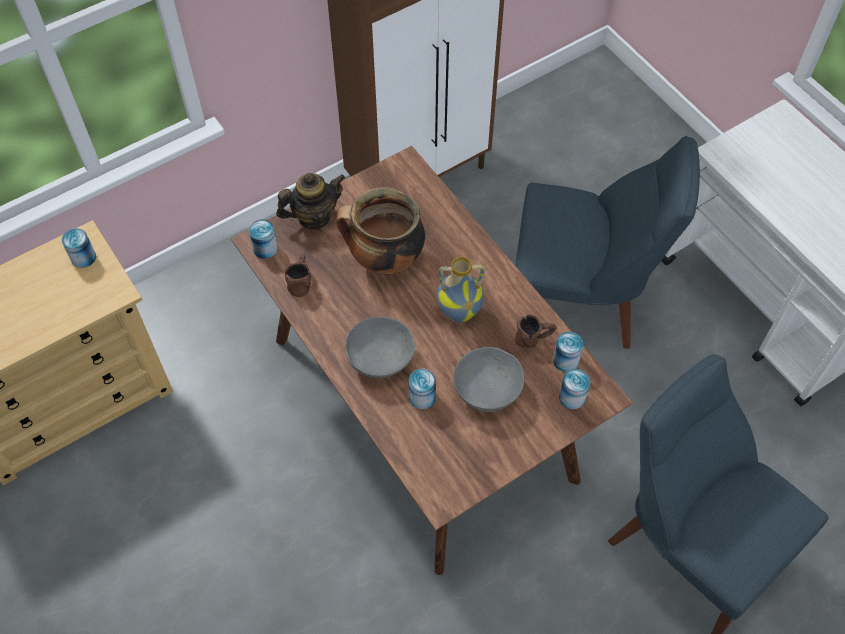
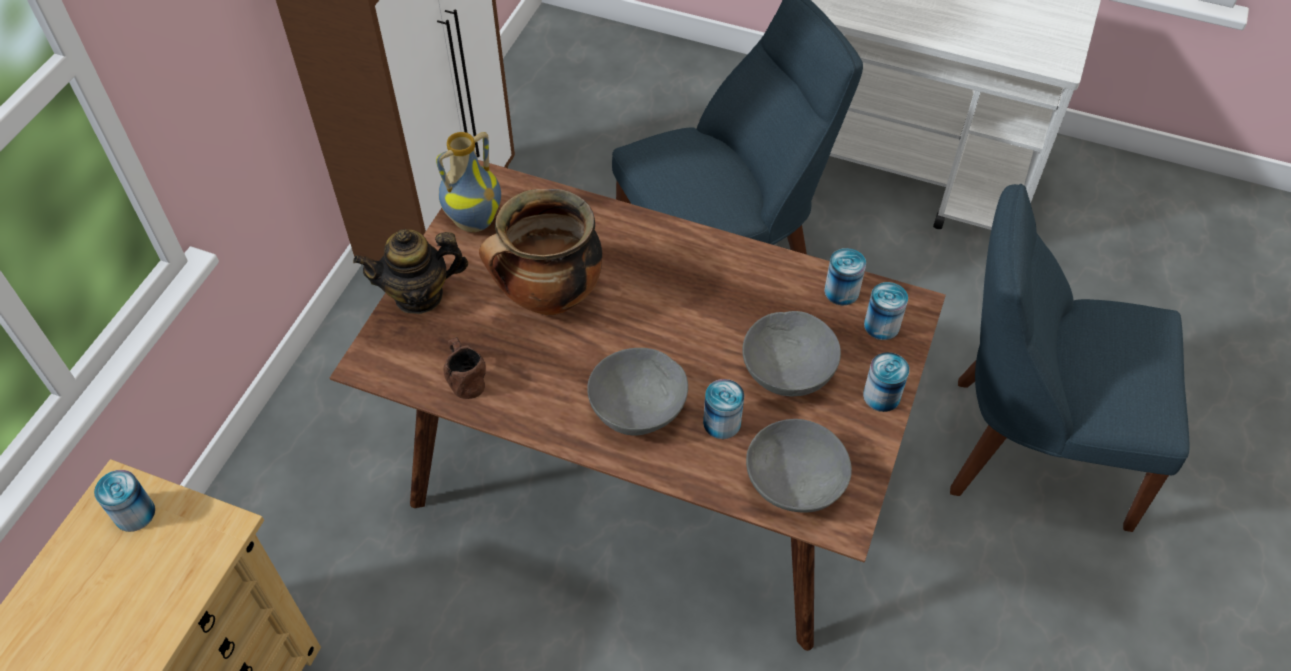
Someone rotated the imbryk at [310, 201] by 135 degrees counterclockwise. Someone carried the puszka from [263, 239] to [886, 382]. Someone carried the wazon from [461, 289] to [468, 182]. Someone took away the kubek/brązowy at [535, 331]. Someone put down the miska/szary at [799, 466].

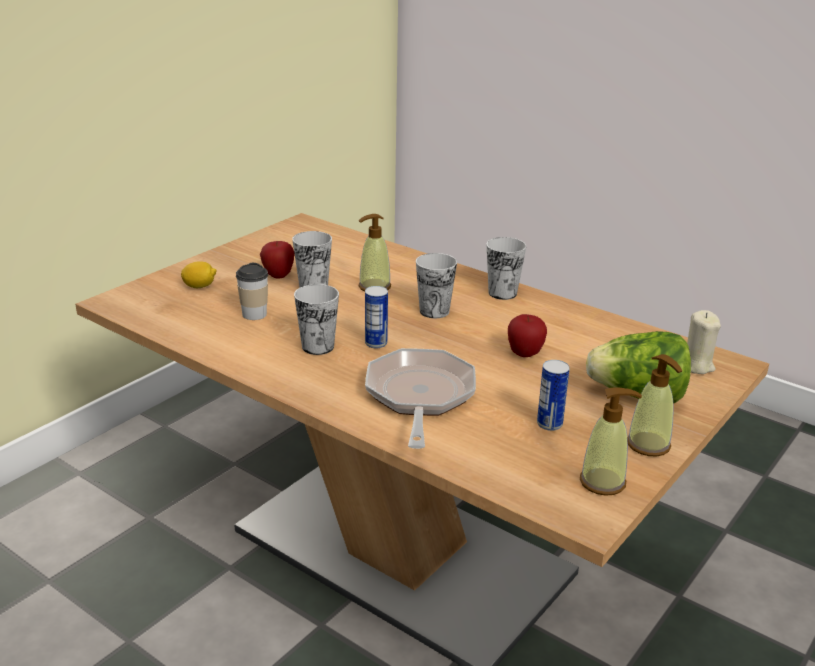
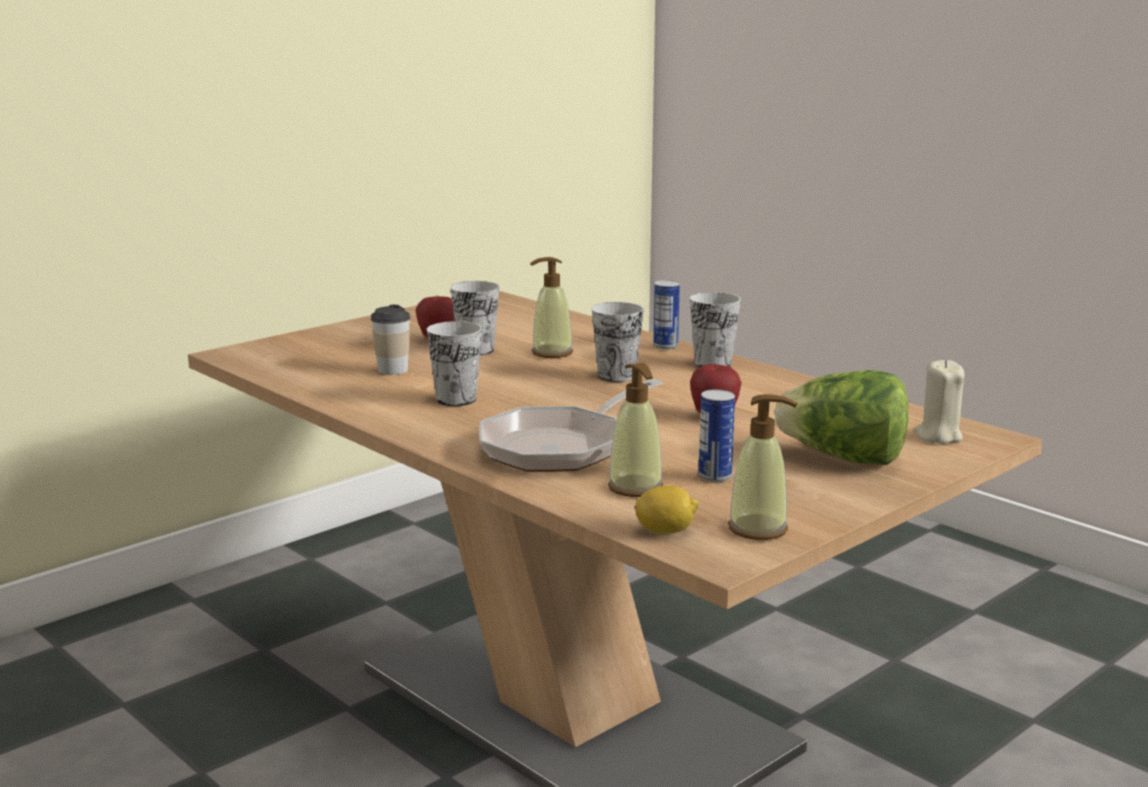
Someone carried the cytryna from [198, 274] to [666, 510]. Someone carried the puszka from [376, 317] to [666, 315]. Someone rotated the patelnia at [420, 398] by 150 degrees counterclockwise. Someone carried the dozownik mydła from [654, 405] to [635, 430].

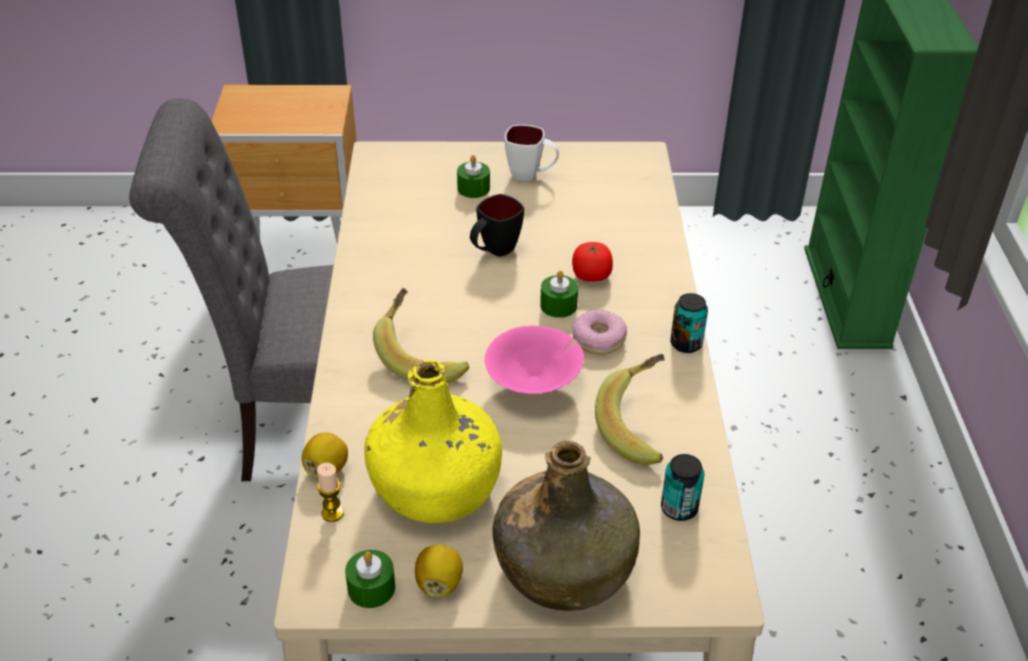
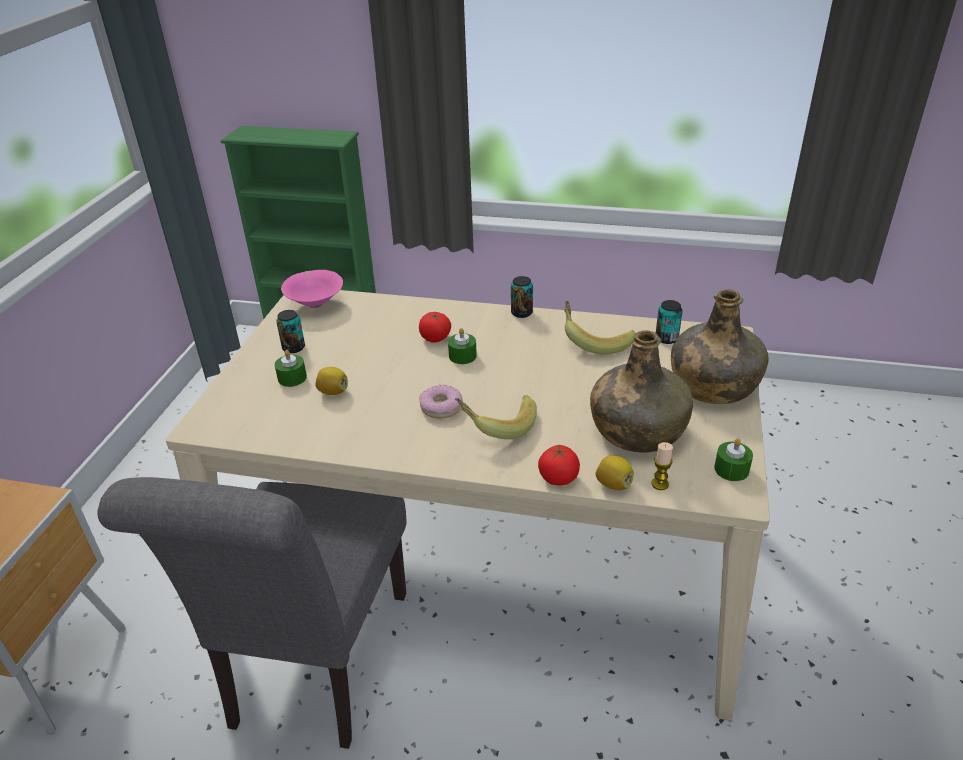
Someone swapped the kubek/biały at [532, 153] for the puszka at [290, 331]. Someone took away the kubek/czarny at [497, 225]. Someone carried the donut from [600, 332] to [441, 402]. Someone carried the miska/różowy from [534, 359] to [312, 289]. Someone repainted the butelka/żółty at [433, 441], which became the butelka/zielony at [641, 391]. Someone carried the cytryna from [439, 570] to [331, 381]. Someone put down the pomidor at [559, 465].

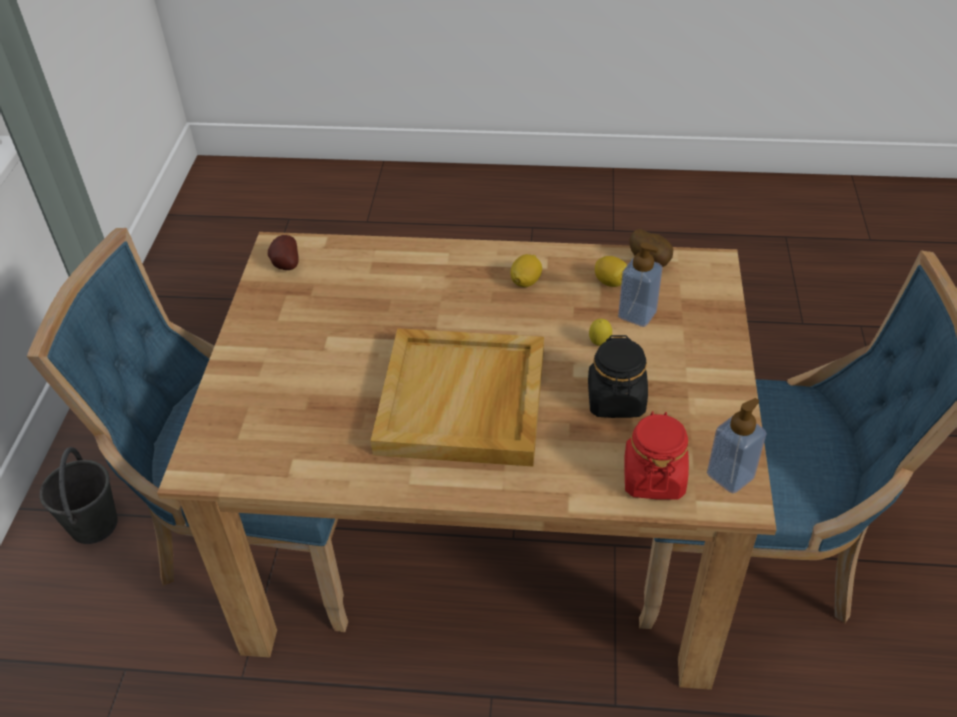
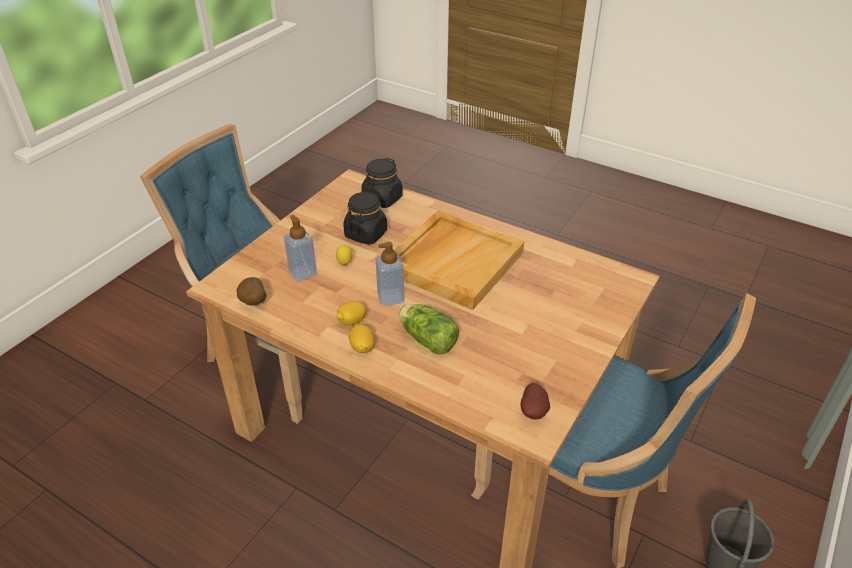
Someone carried the cytryna from [611, 271] to [362, 338]. Someone carried the dozownik mydła from [737, 446] to [390, 274]. Someone repainted the słoik/czerwony at [656, 455], which became the słoik/czarny at [382, 183]. Someone put down the sałata at [429, 329].

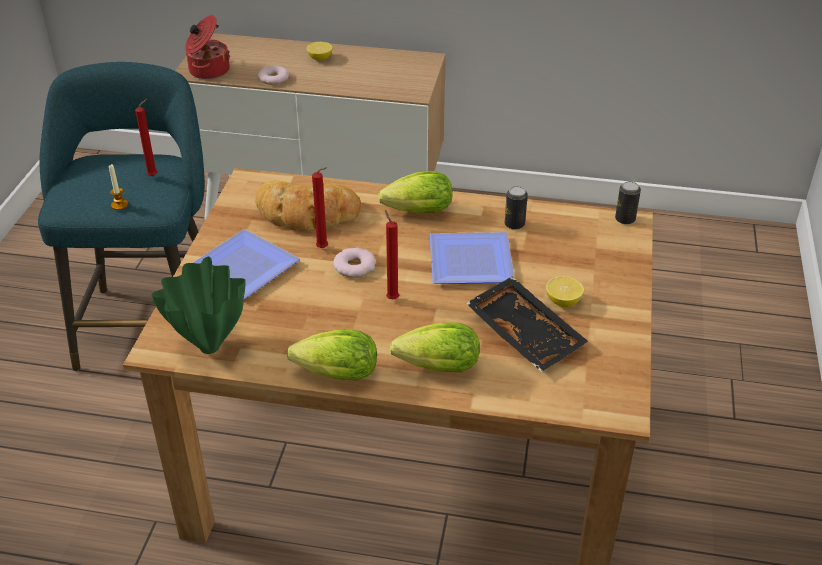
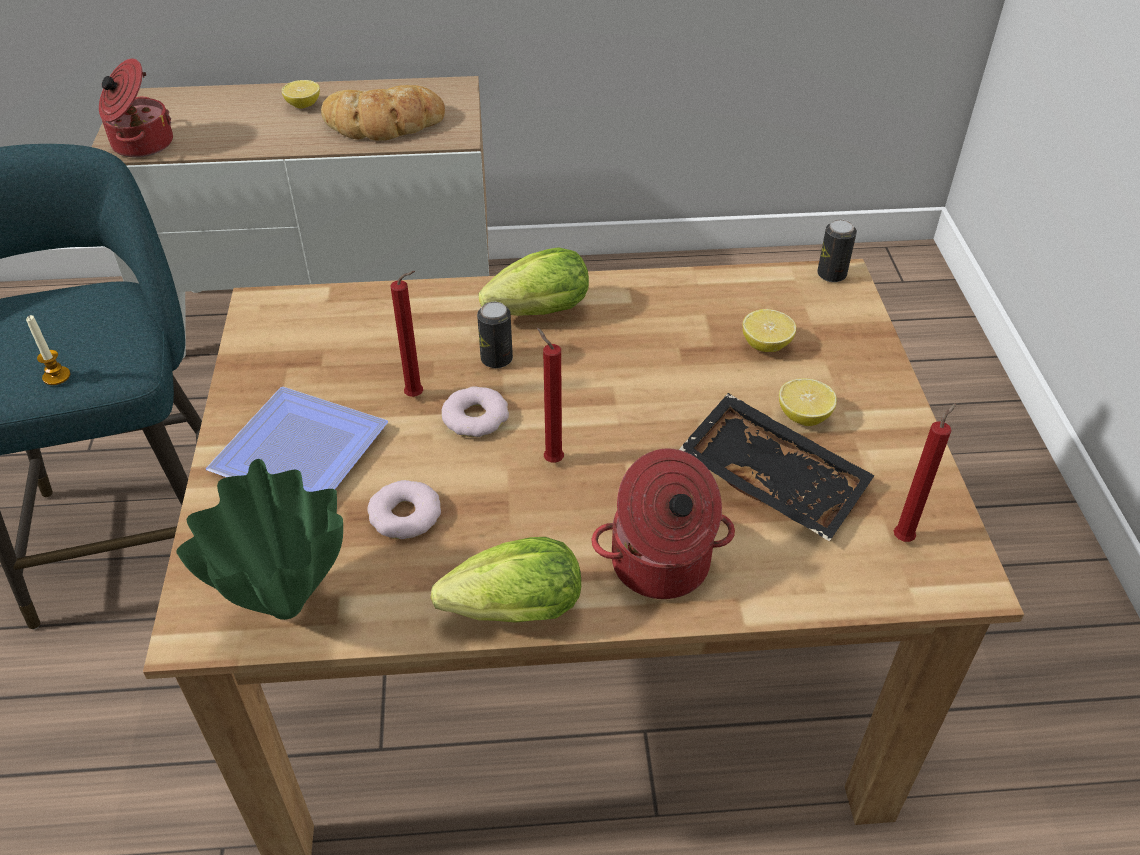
Someone carried the donut from [273, 75] to [404, 509]. Someone carried the świeca/czerwony from [146, 137] to [925, 472]. Someone carried the chleb from [308, 205] to [383, 113]. Someone carried the puszka from [516, 208] to [495, 335]. Someone took away the talerz at [472, 258]. Someone swapped the sałata at [435, 347] for the garnek at [663, 523]. Someone put down the cytryna at [769, 330].

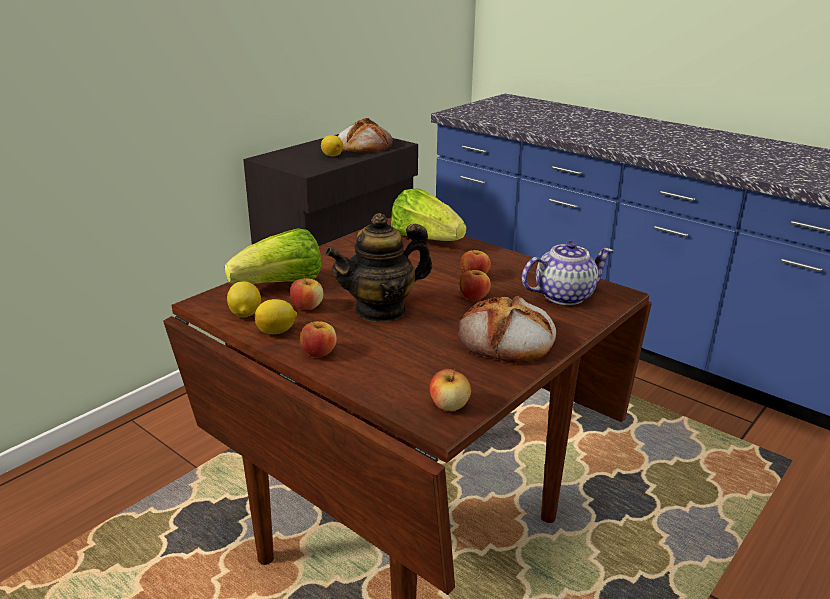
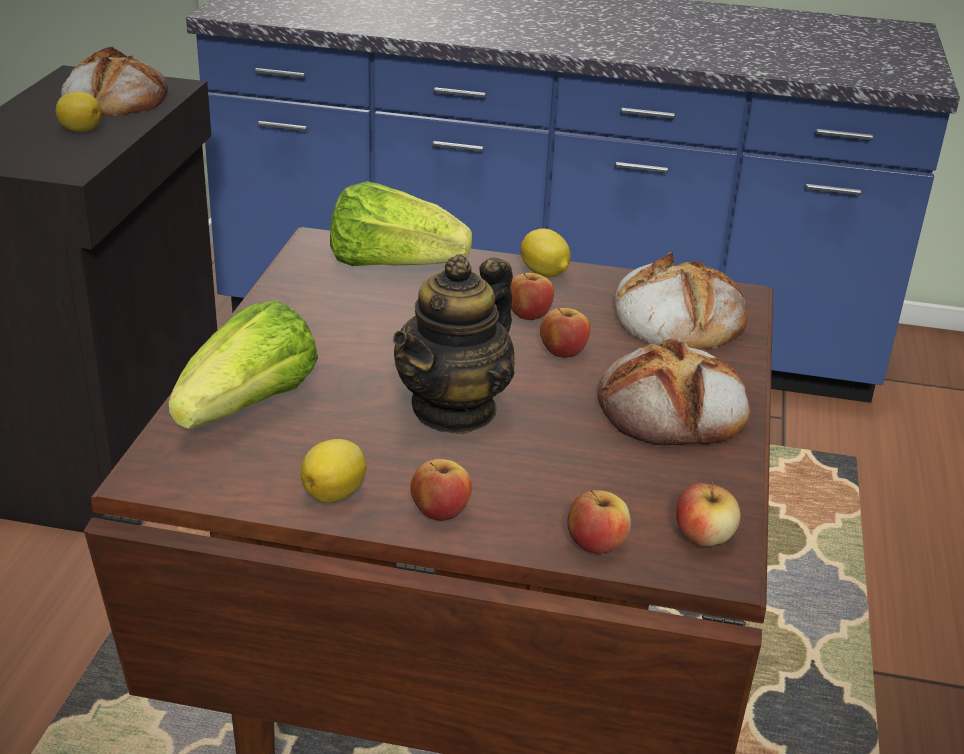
Someone swapped the imbryk at [567, 273] for the chleb at [681, 301]. Someone carried the jabłko from [307, 293] to [599, 522]. Someone carried the cytryna from [244, 299] to [545, 253].

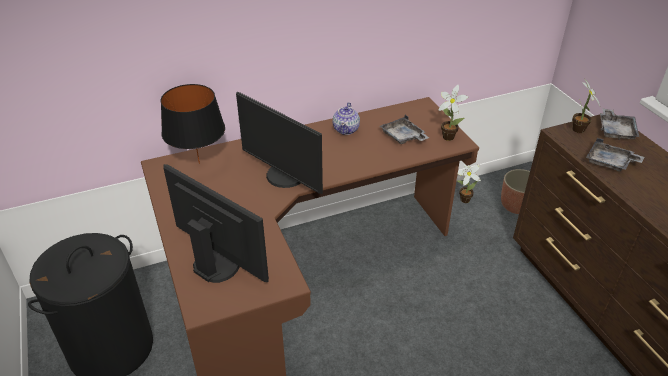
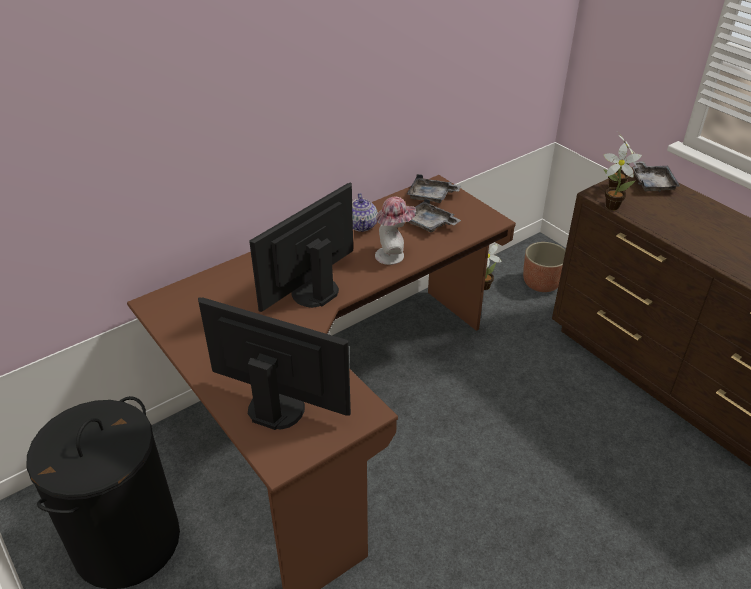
Someone took away the lampa stołowa/czarny at [193, 124]. Someone carried the roślina doniczkowa from [454, 113] to [622, 176]. Someone rotated the monitor at [279, 143] by 105 degrees clockwise. Someone carried the taca/szary from [615, 155] to [434, 188]. Someone put down the kapelusz at [395, 231].

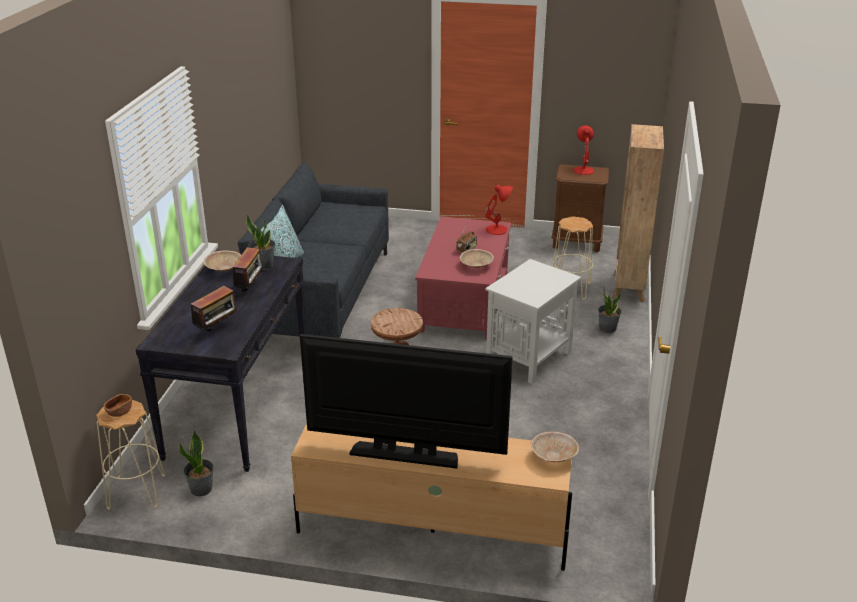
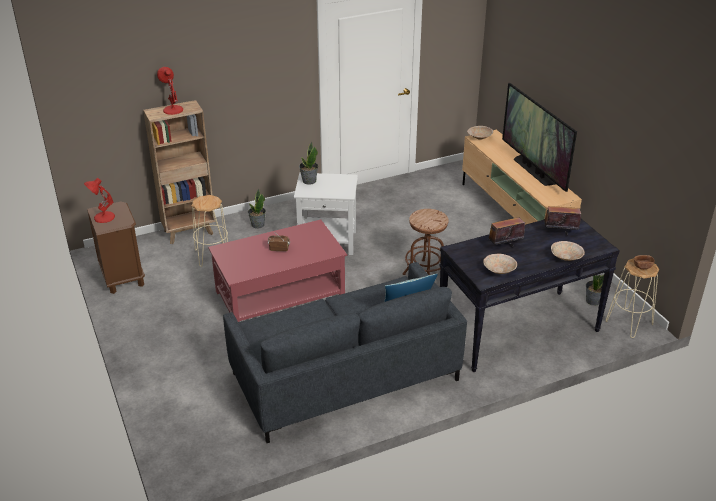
Someone carried the lampa stołowa/czerwony from [499, 209] to [170, 91]. Someone carried the roślina doniczkowa from [260, 242] to [308, 163]. Someone carried the miska/beżowy from [477, 258] to [568, 251].

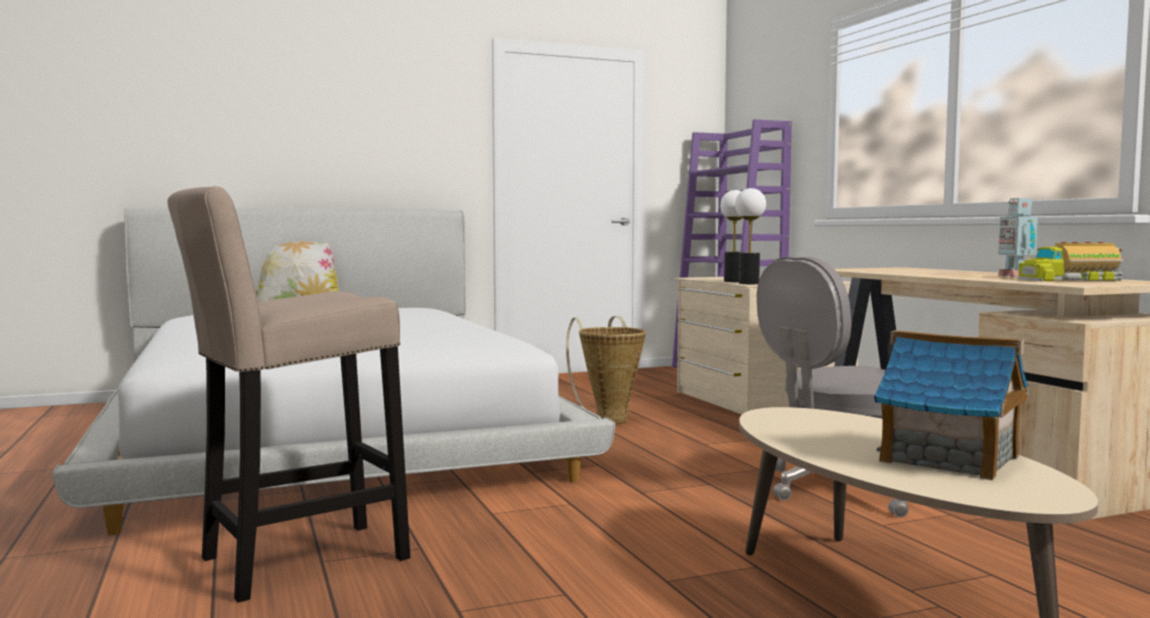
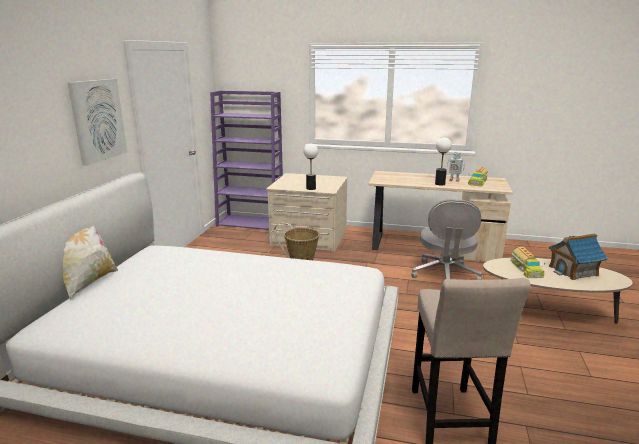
Someone carried the lampa stołowa from [750, 236] to [443, 161]. Someone put up the obraz at [97, 122]. Someone put down the ciężarówka zabawkowa at [527, 262].

